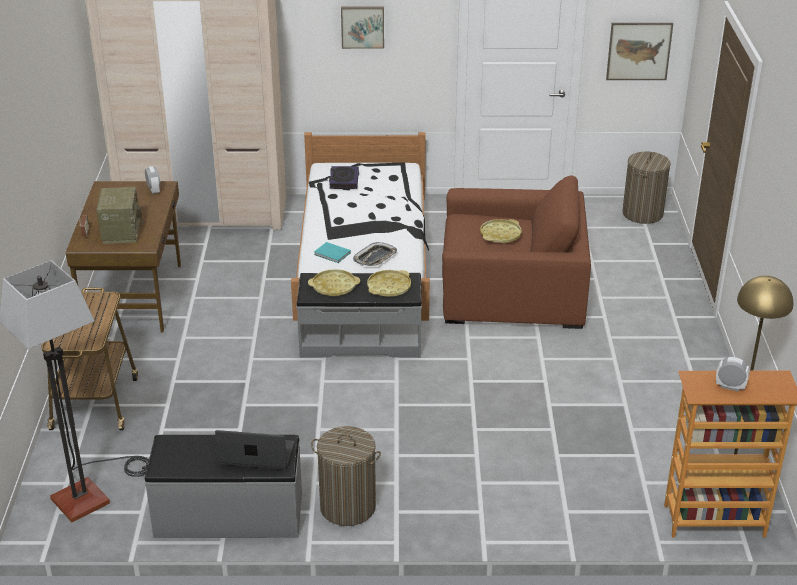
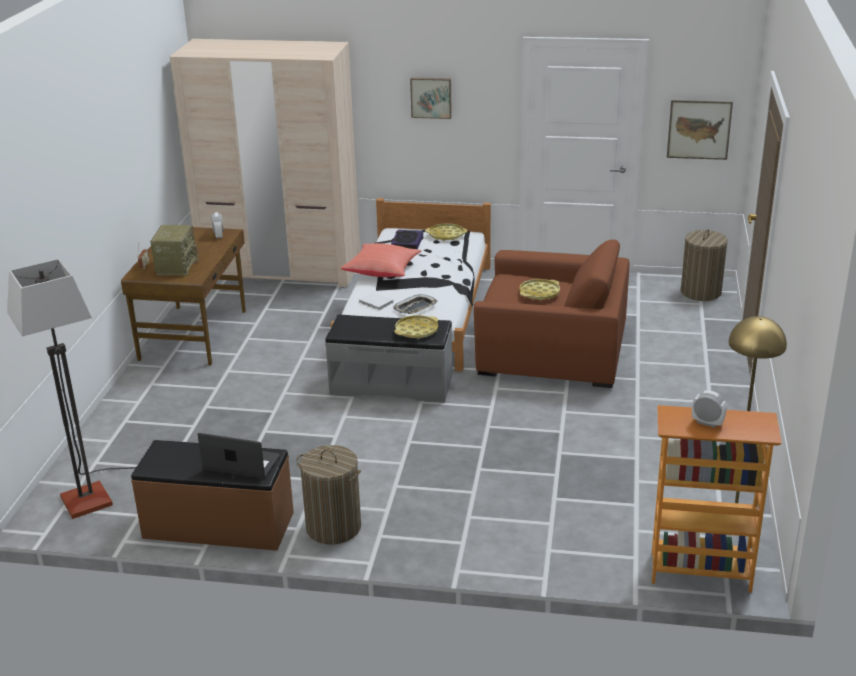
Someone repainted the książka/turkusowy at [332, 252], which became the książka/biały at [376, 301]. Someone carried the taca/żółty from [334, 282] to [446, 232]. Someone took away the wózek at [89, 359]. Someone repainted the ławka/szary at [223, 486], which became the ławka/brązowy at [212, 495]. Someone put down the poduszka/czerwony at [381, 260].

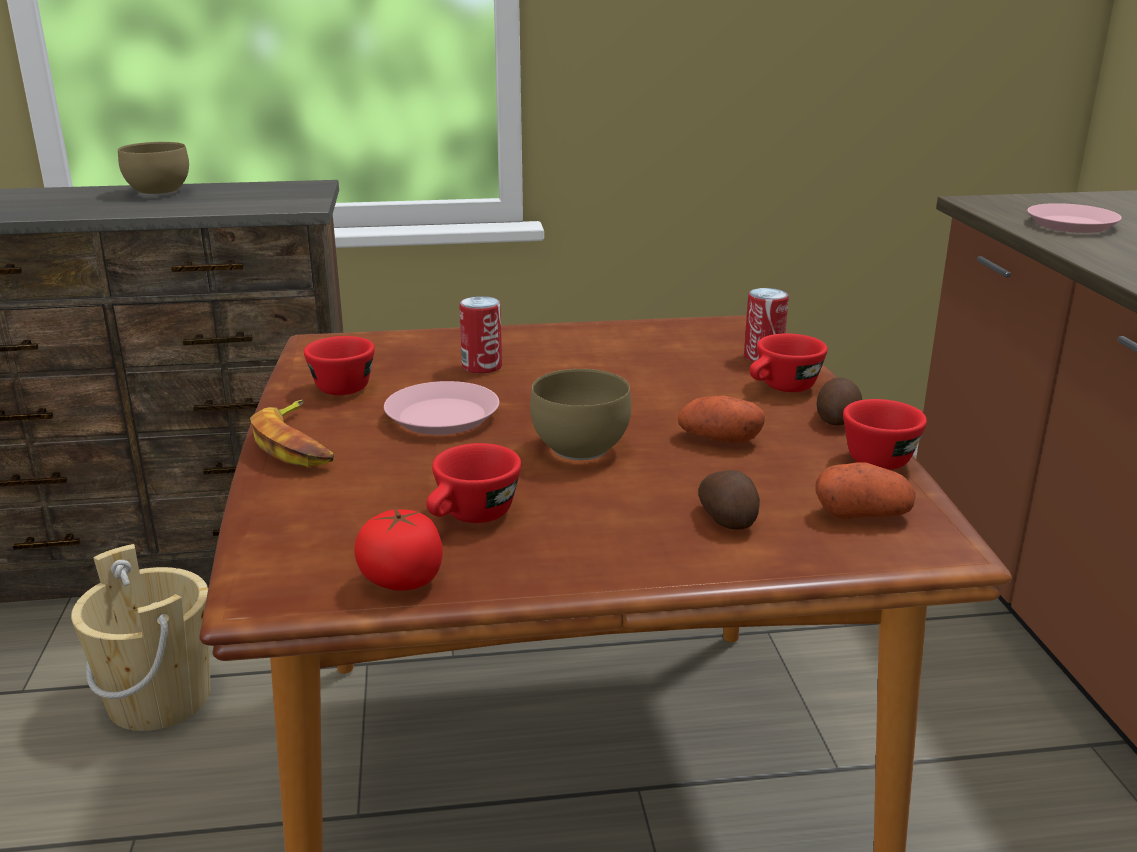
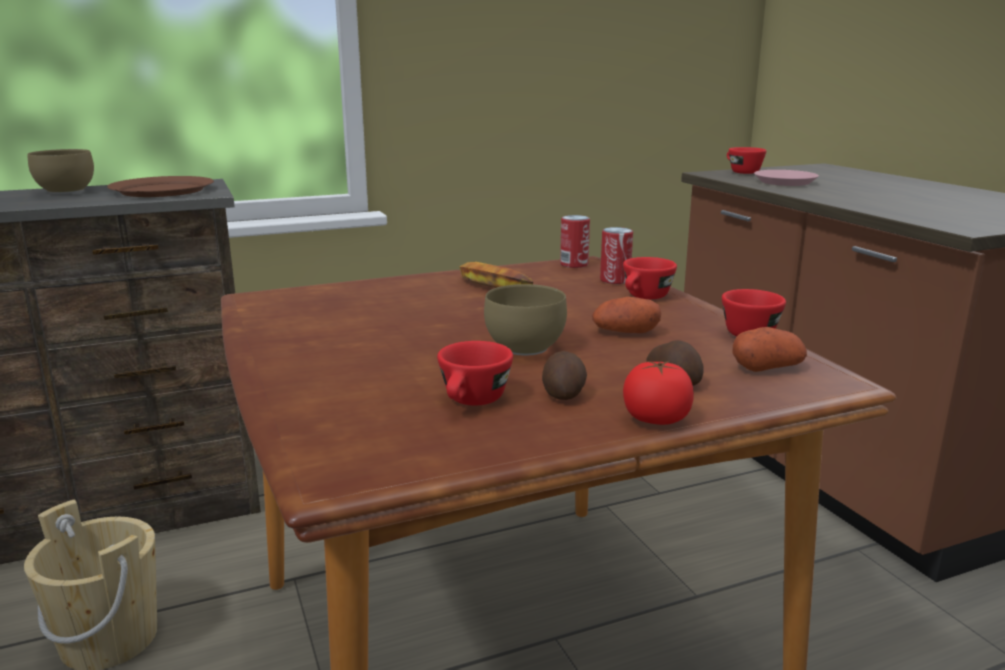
Someone carried the puszka from [480, 335] to [575, 241]. Someone carried the filiżanka/czerwony from [339, 365] to [746, 160]. Someone carried the ziemniak from [839, 401] to [564, 375]. Someone took away the talerz/różowy at [441, 408]. Someone carried the banan from [292, 433] to [496, 275]. Someone carried the pomidor from [398, 549] to [658, 393]. Someone put down the talerz/brązowy at [160, 186].

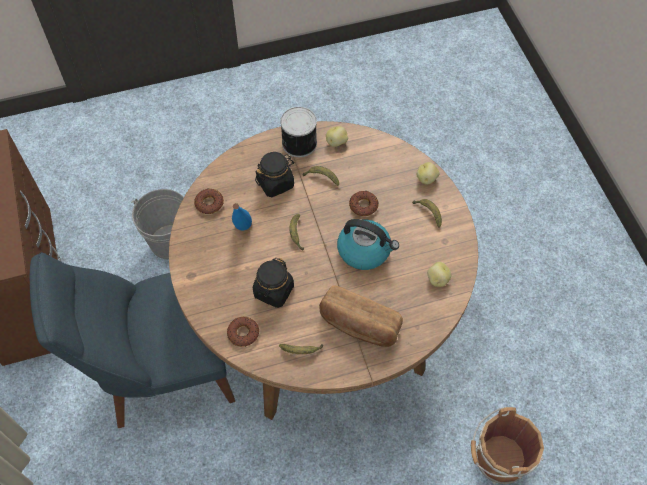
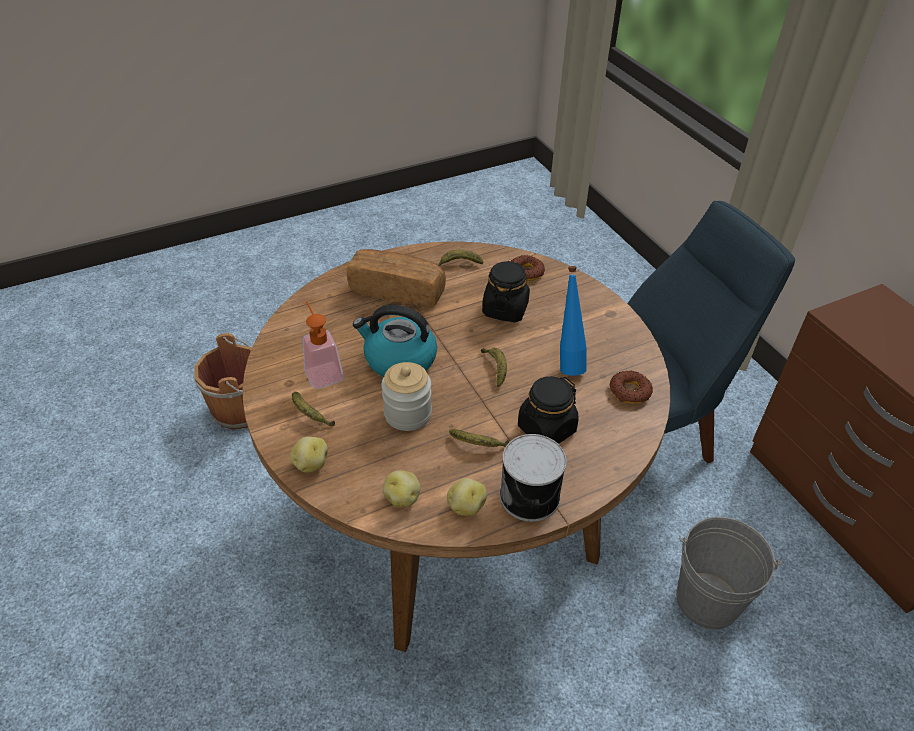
Someone swapped the donut at [364, 203] for the słoik at [406, 396]. Someone carried the ziemniak from [439, 274] to [402, 488]. Someone put down the dozownik mydła at [323, 345].

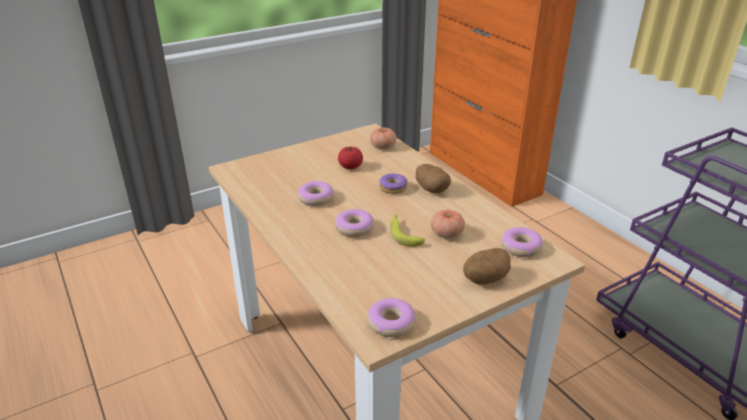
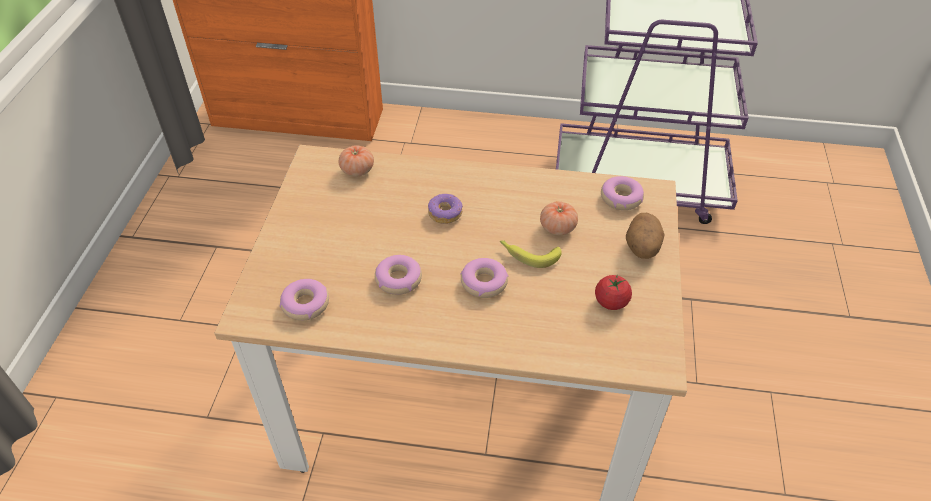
Someone carried the pomidor from [350, 158] to [613, 292]. Someone took away the ziemniak at [433, 178]. Someone carried the donut from [391, 317] to [304, 300].

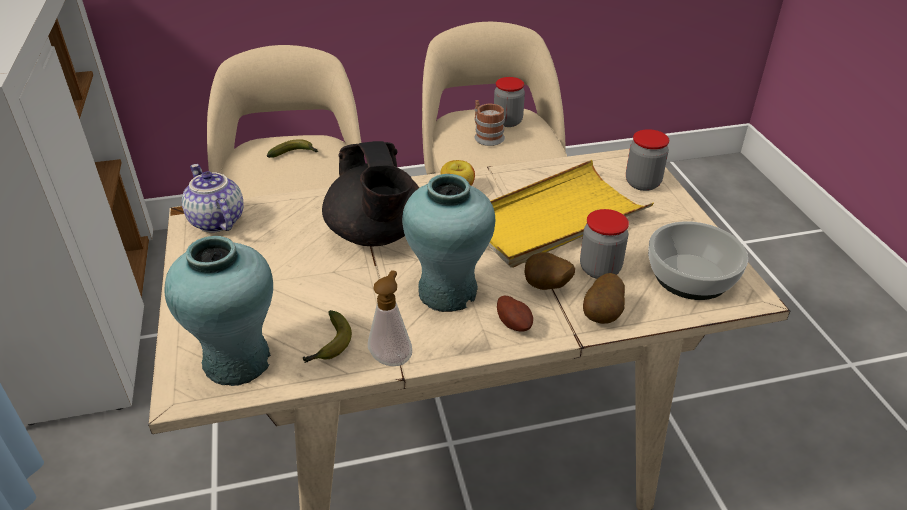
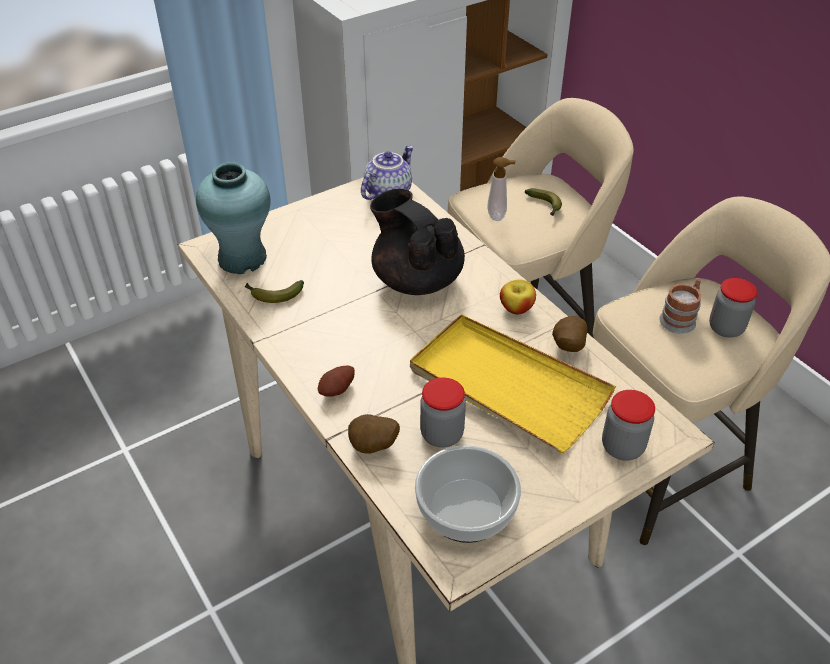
Someone rotated the imbryk/czarny at [370, 193] by 90 degrees clockwise. Someone took away the wazon/turkusowy at [448, 243]. Someone carried the ziemniak from [549, 271] to [570, 334]. Someone carried the dozownik mydła from [390, 318] to [501, 189].

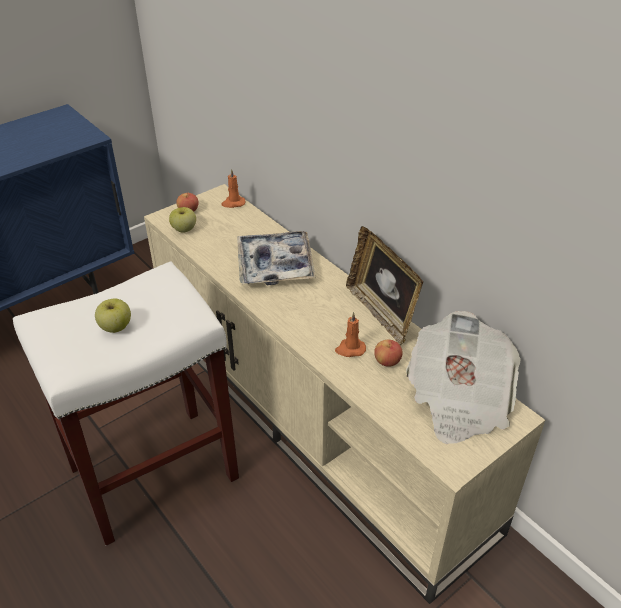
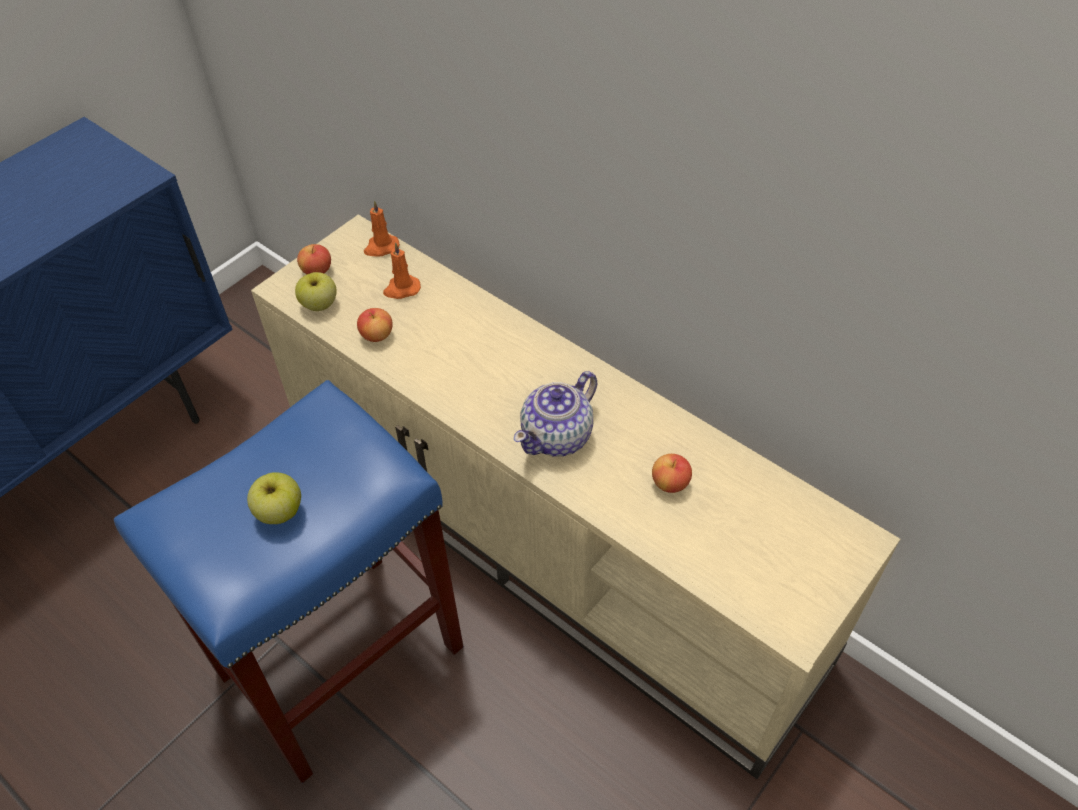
Someone took away the ramka na zdjęcie at [384, 286]. Someone took away the taca at [276, 258]. Someone repainted the stołek/biały at [126, 403], which became the stołek/niebieski at [289, 581]. Someone took away the gazeta at [463, 377]. Someone carried the świeca/pomarańczowy from [350, 334] to [402, 270]. Someone put down the jabłko at [375, 325]. Someone put down the imbryk at [555, 413].

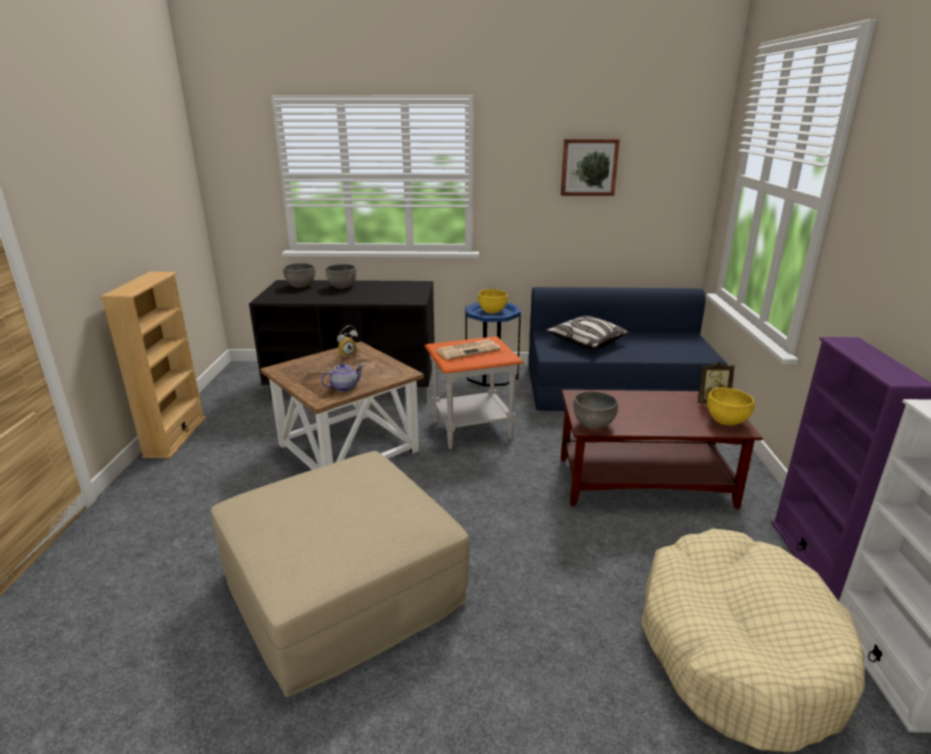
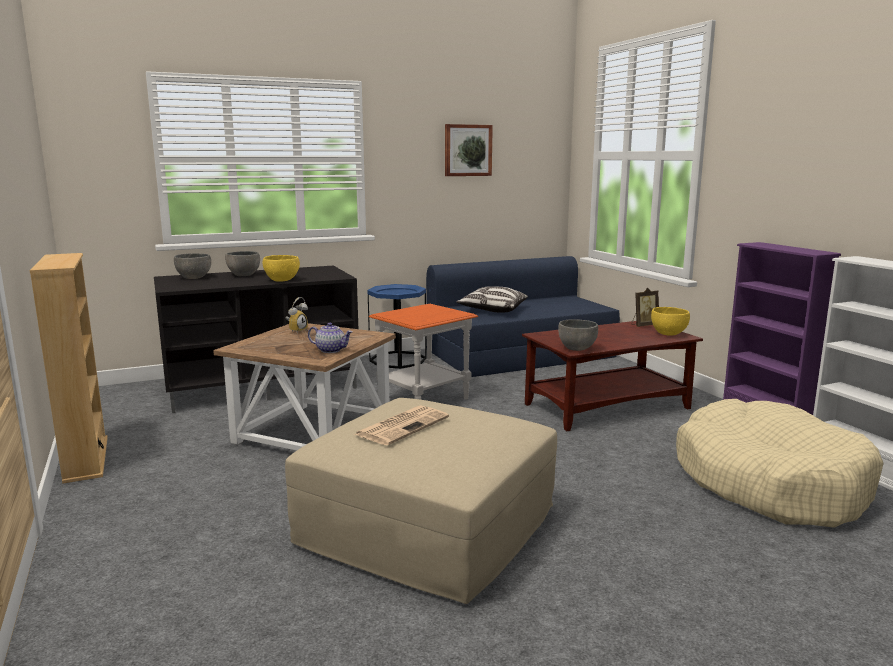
Someone carried the miska/żółty from [493, 301] to [281, 268]. Someone carried the gazeta from [468, 349] to [402, 425]. Someone rotated the imbryk at [342, 377] by 75 degrees clockwise.

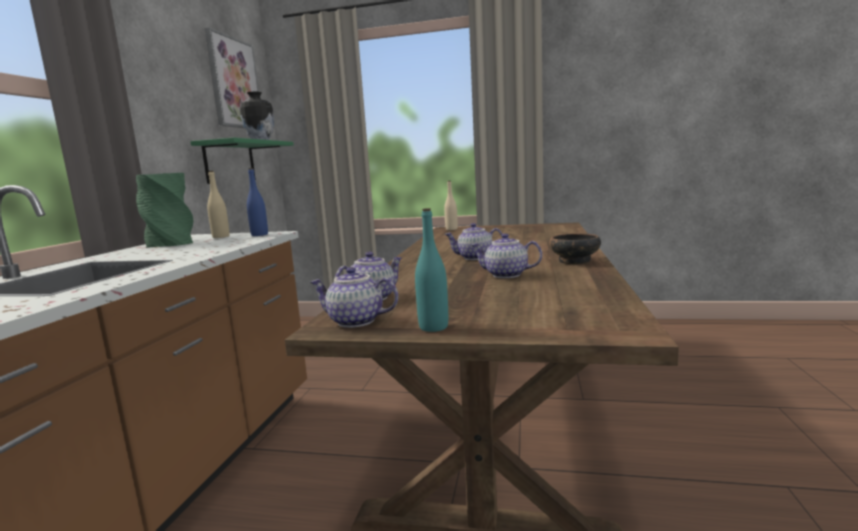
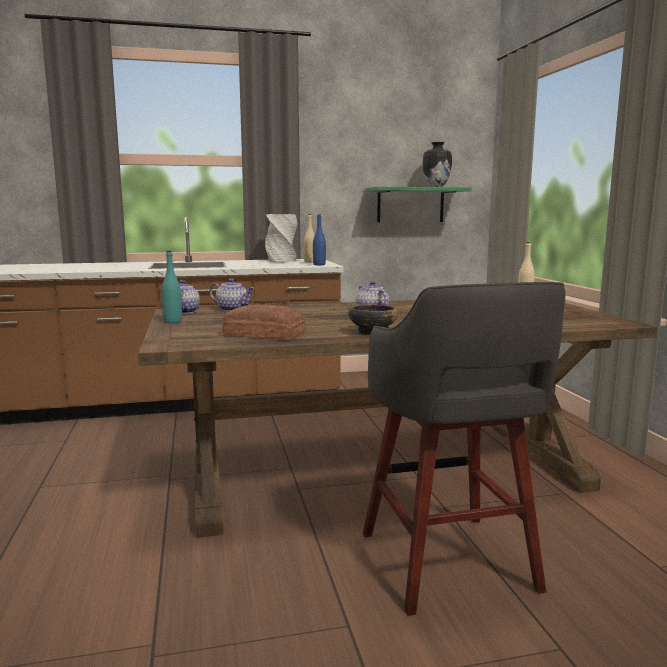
Someone took away the obraz at [231, 78]. Someone repainted the wazon/zielony at [164, 210], which became the wazon/szary at [281, 238]. Someone took away the imbryk at [506, 255]. Someone put down the stołek/szary at [464, 449]. Someone put down the chleb at [264, 322].

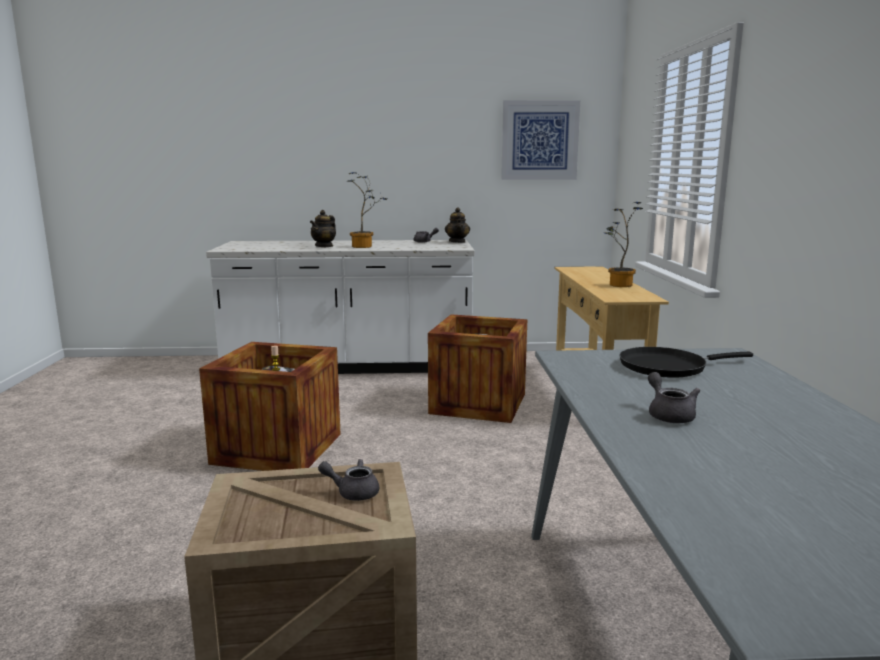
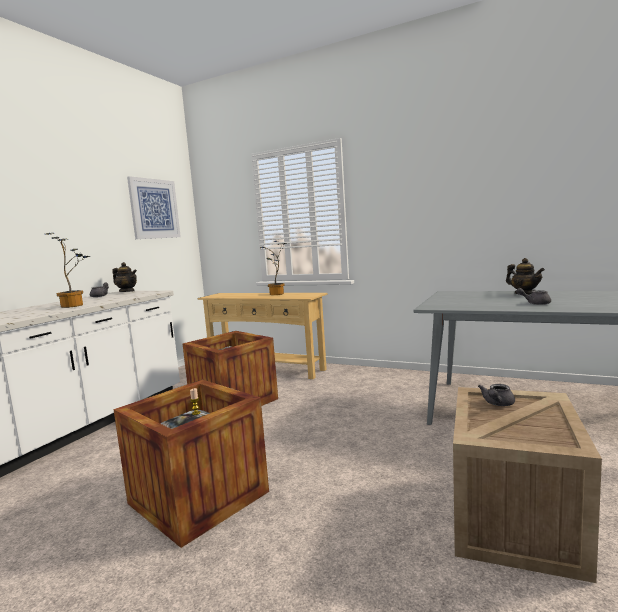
Someone carried the imbryk from [323, 228] to [525, 276]. Someone took away the patelnia/czarny at [686, 362].

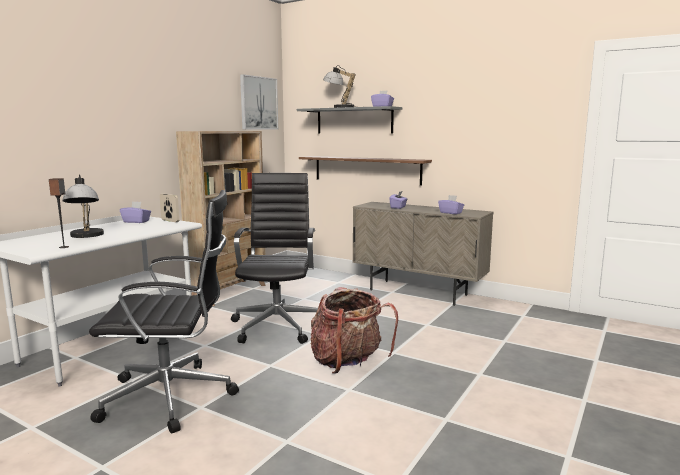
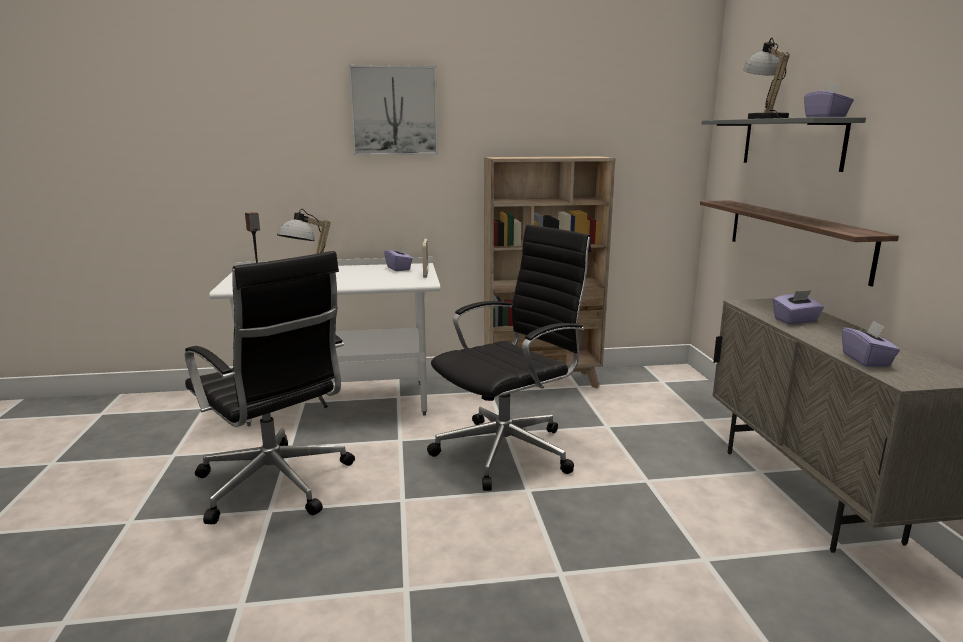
Someone carried the obraz from [259, 101] to [393, 110]. Someone took away the plecak at [354, 330].

